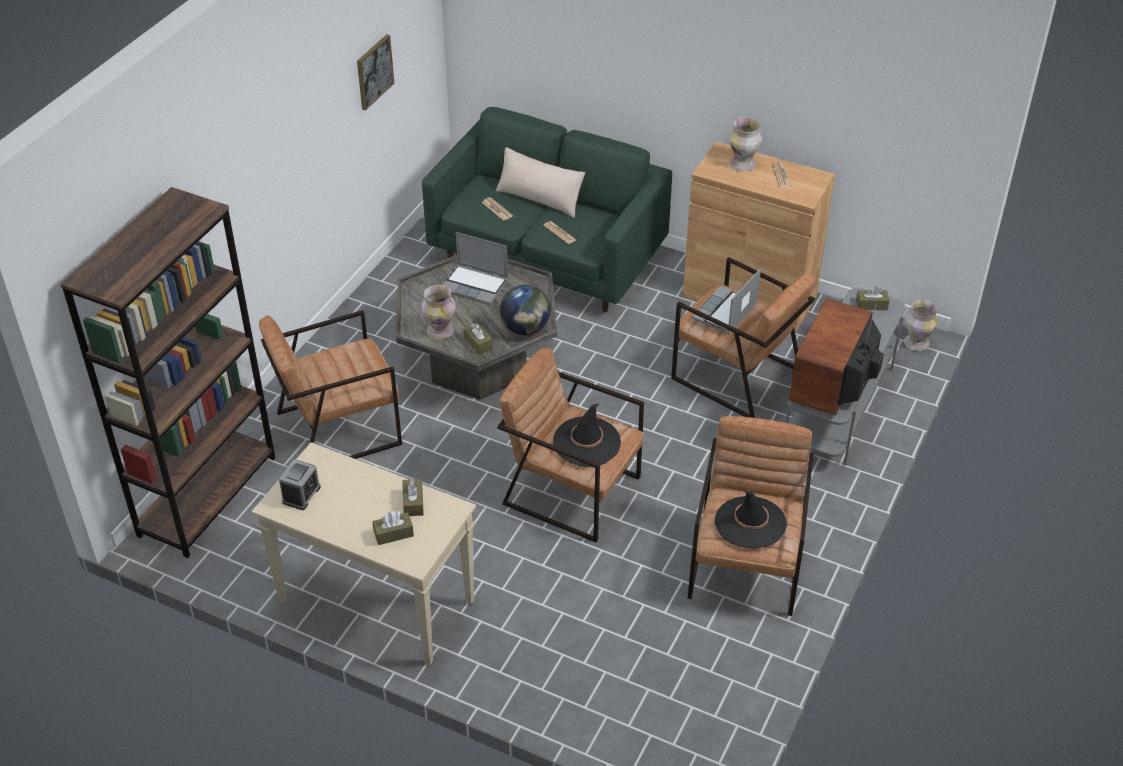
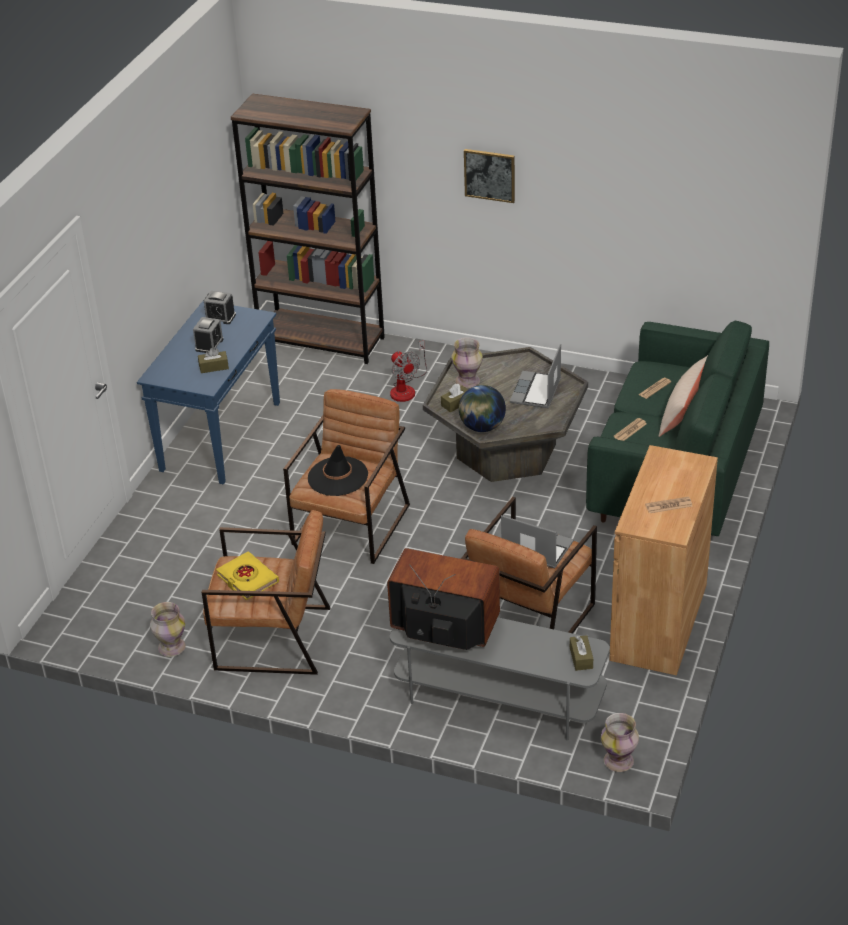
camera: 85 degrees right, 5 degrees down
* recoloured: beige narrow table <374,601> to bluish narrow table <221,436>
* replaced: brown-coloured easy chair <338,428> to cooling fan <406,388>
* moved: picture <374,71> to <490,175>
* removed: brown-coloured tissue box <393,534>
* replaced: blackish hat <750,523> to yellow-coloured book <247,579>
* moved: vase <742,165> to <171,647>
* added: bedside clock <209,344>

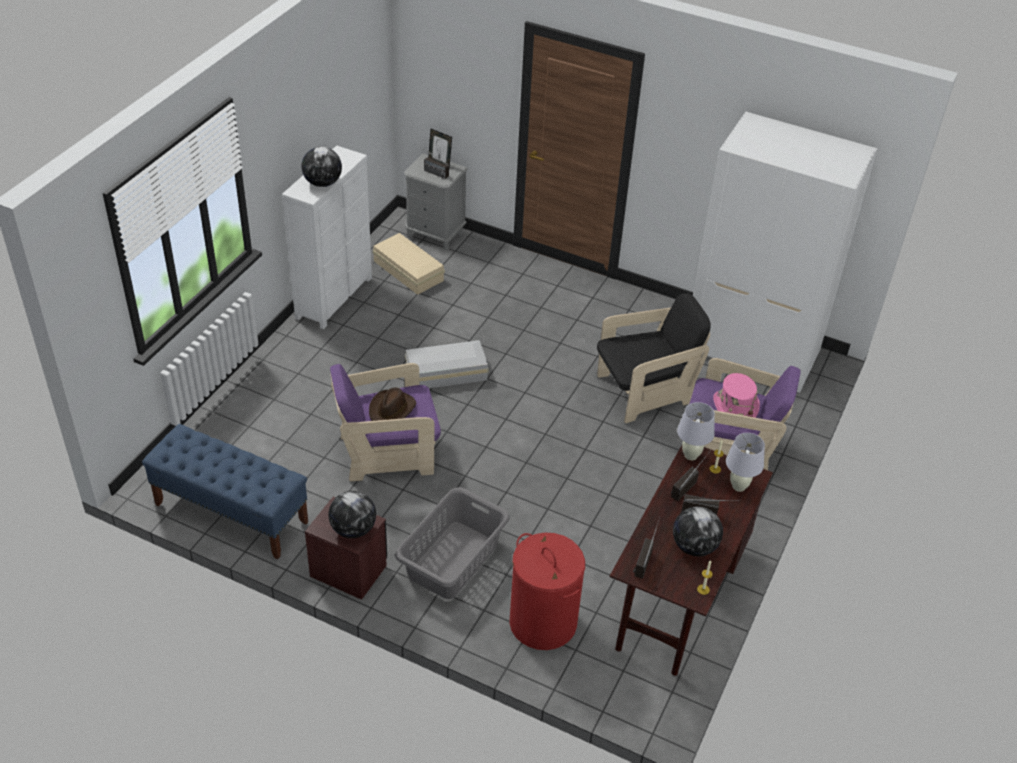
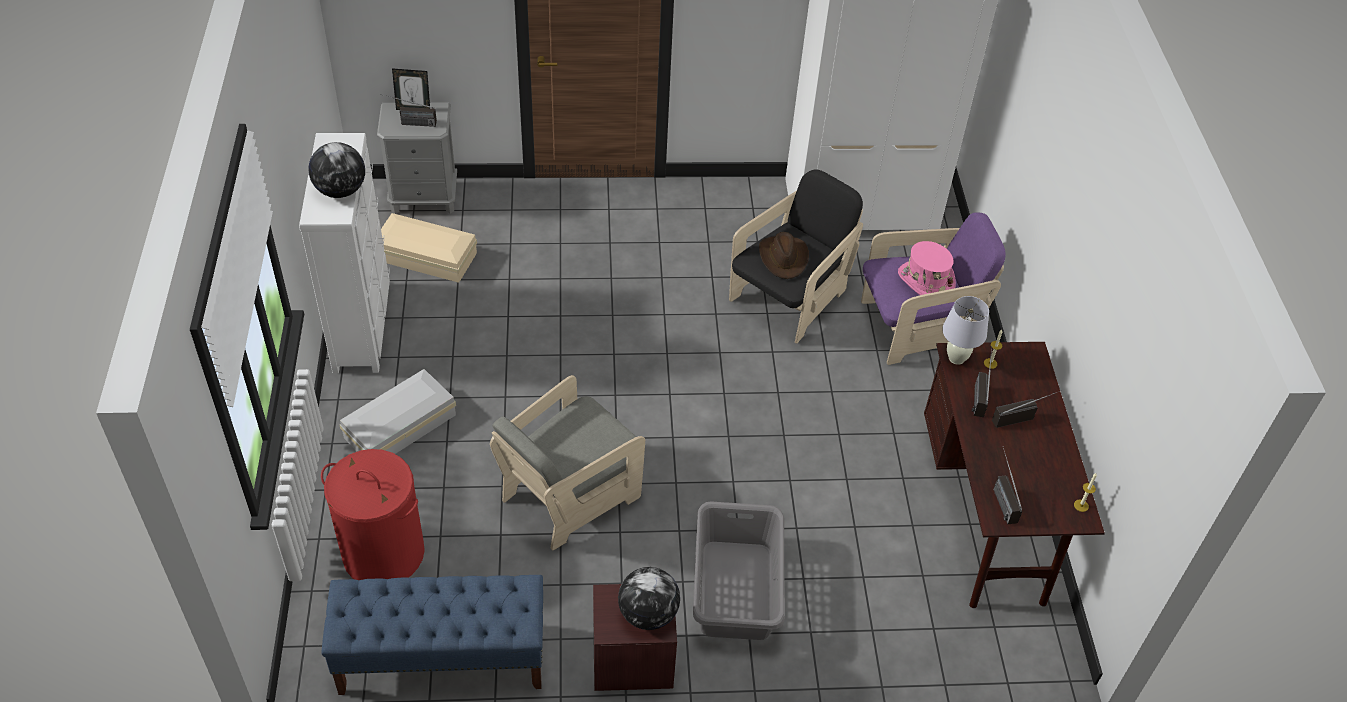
camera: 30 degrees left, 5 degrees up
* recoloured: purple easy chair <387,453> to greyish easy chair <570,495>
* moved: brown-coloured hat <392,409> to <783,258>
* moved: whitish storage bin <445,372> to <398,426>
* moved: red-coloured washing basket <542,622> to <383,553>
* removed: world globe <694,546>
* removed: whitish tabletop lamp <738,486>

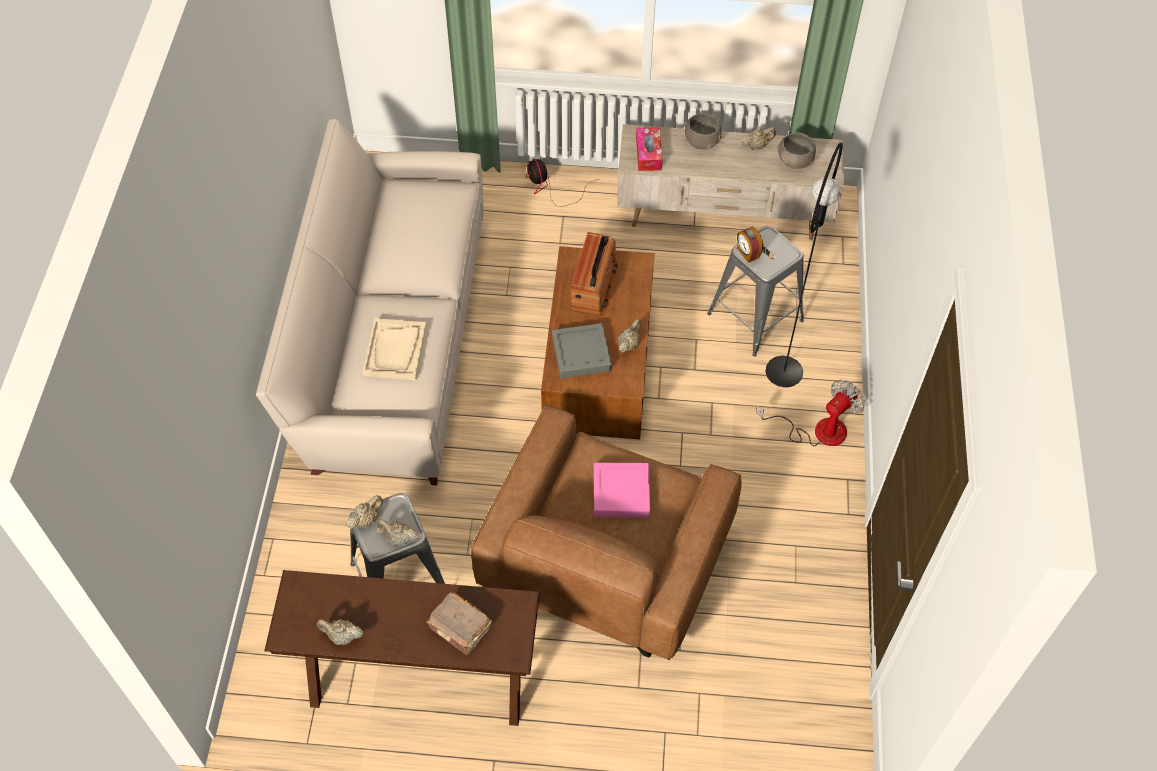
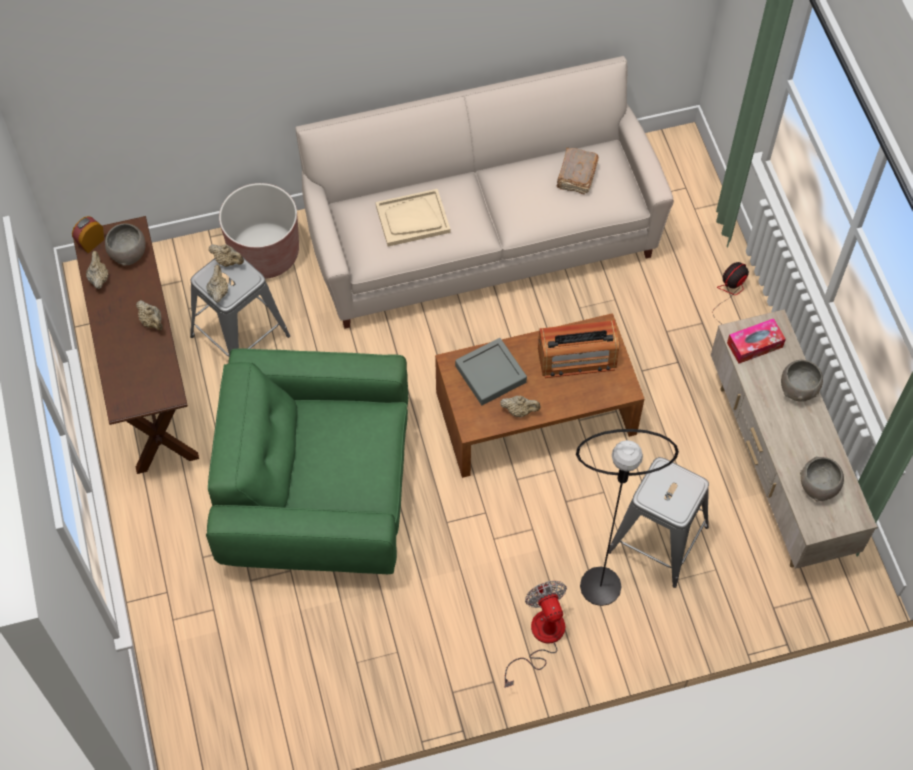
camera: 70 degrees right, 5 degrees up
* moved: brown-coloured book <460,628> to <576,176>
* recoloured: brown-coloured easy chair <605,563> to green-coloured easy chair <316,491>
* removed: pink-coloured tray <621,493>
* moved: bedside clock <747,253> to <90,242>
* moved: beige pot for tea <756,146> to <152,322>
* turned: cooling fan <818,430> = <540,638> 135 degrees counterclockwise
* added: greyish deep dish <127,253>
* added: brown-coloured plant pot <265,253>

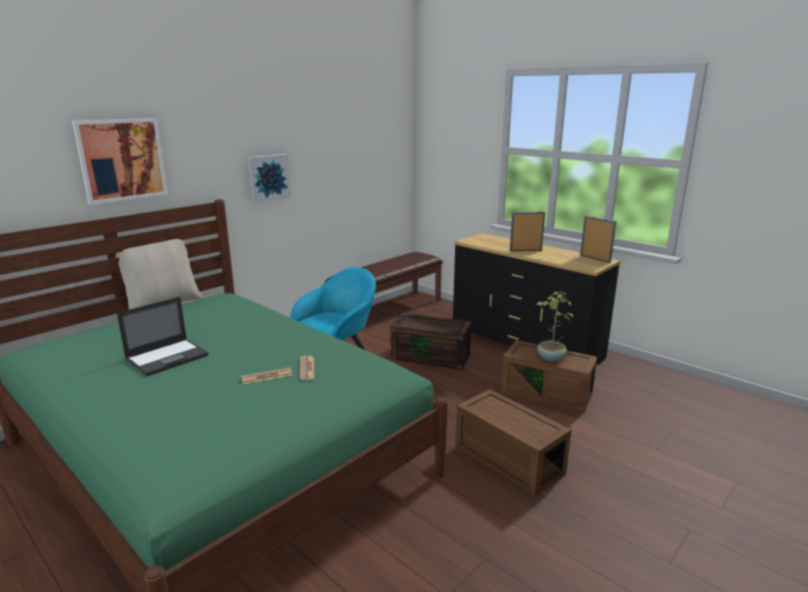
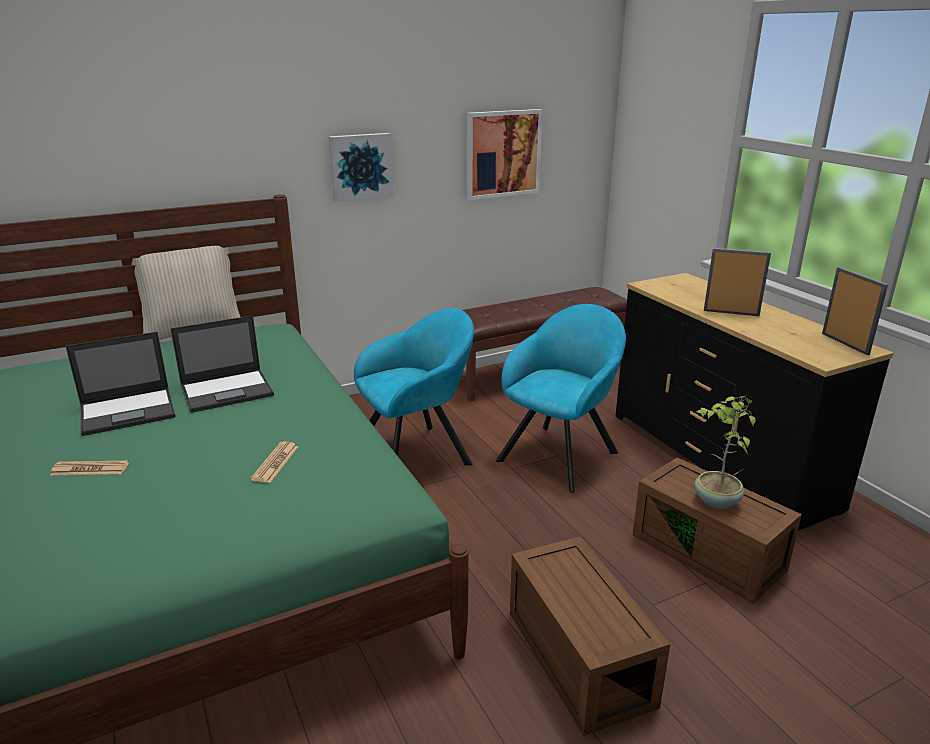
camera: 20 degrees right, 5 degrees up
* moved: picture <122,160> to <502,154>
* moved: newspaper <267,376> to <90,469>
* replaced: brown-coloured storage bin <432,356> to blue-green easy chair <561,453>
* added: portable computer <228,390>

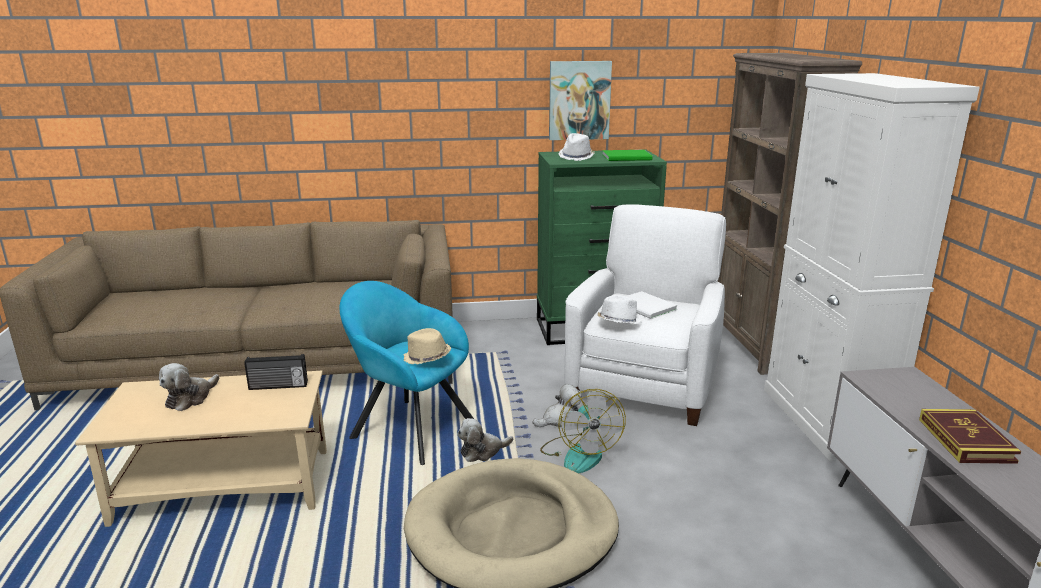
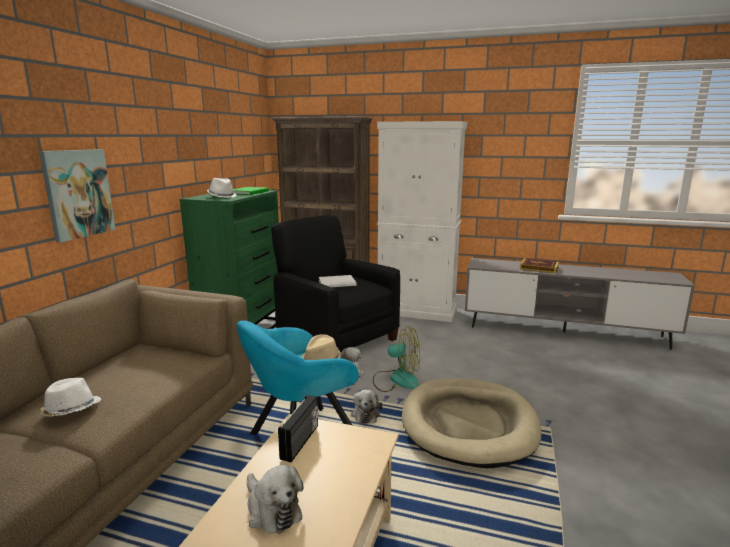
camera: 65 degrees left, 5 degrees down
* moved: picture <579,100> to <78,193>
* recoloured: whitish easy chair <644,384> to blackish easy chair <336,339>
* moved: whitish hat <618,322> to <71,411>

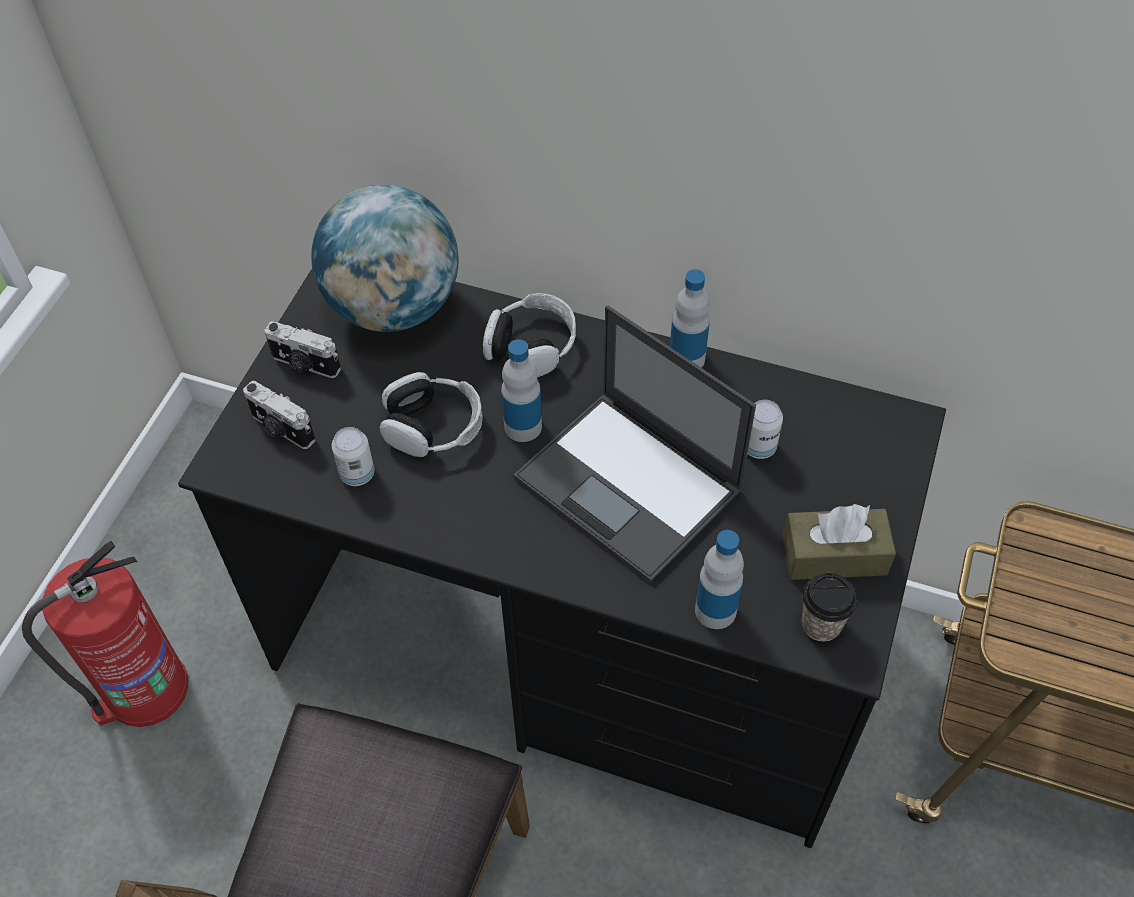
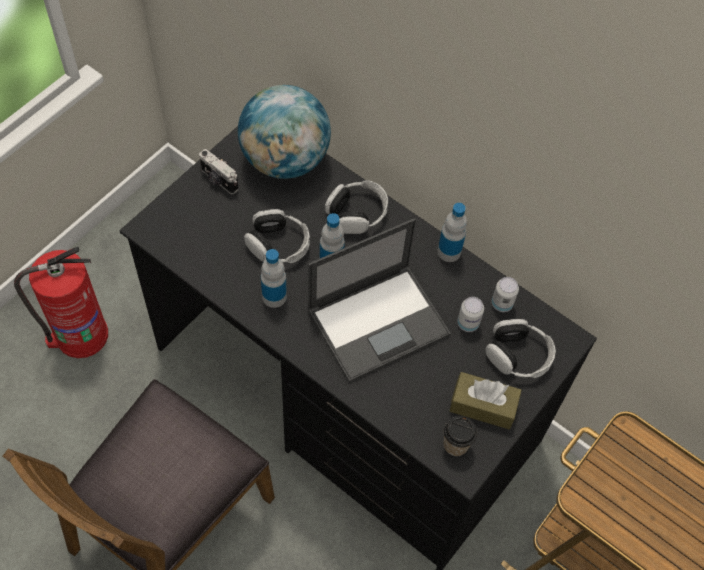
camera: 15 degrees right, 5 degrees up
* removed: photo camera <281,429>
* moved: sealed can <357,474> to <502,304>
* turned: portable computer <630,486> = <379,321> 90 degrees counterclockwise
* moved: bottle <715,610> to <274,296>
* added: pair of headphones <518,355>

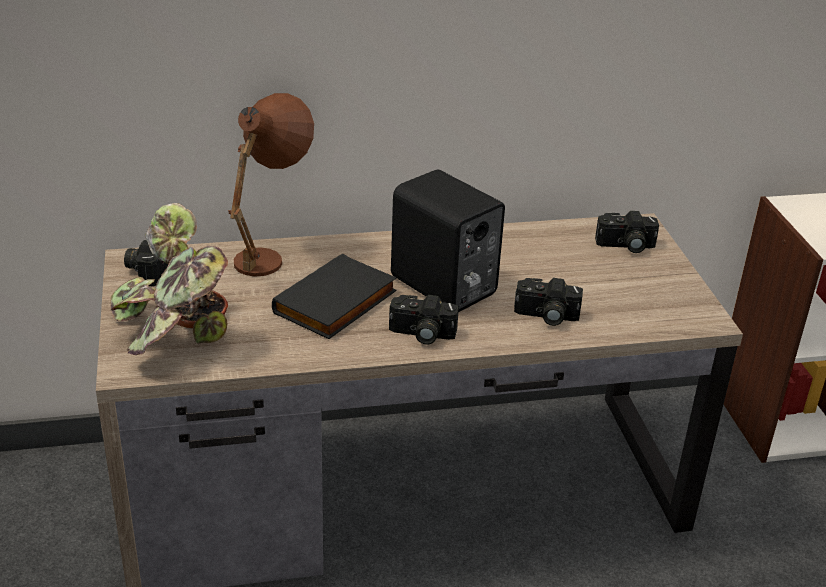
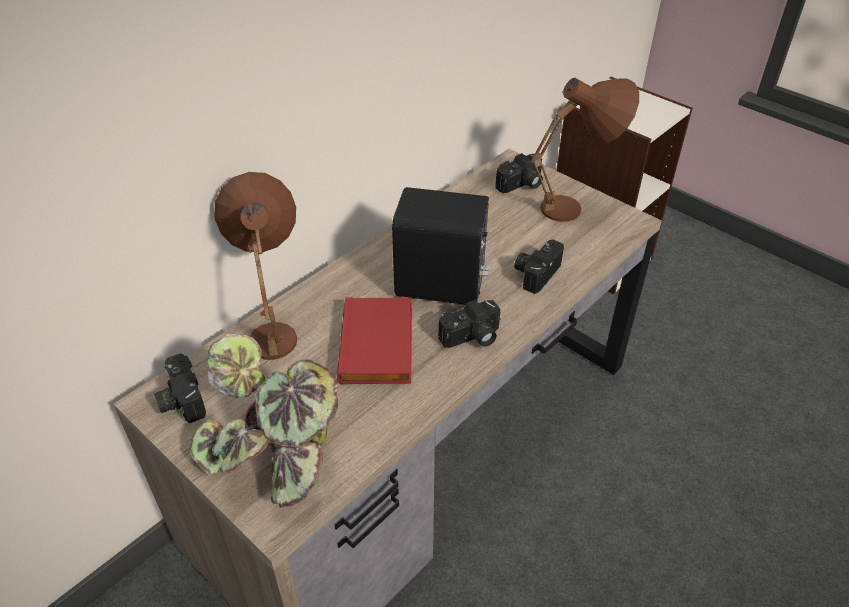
camera: 35 degrees left, 10 degrees up
* recoloured: blackish book <337,303> to red-coloured book <379,345>
* turned: photo camera <546,316> = <536,272> 150 degrees clockwise
* added: brown-coloured tabletop lamp <576,208>

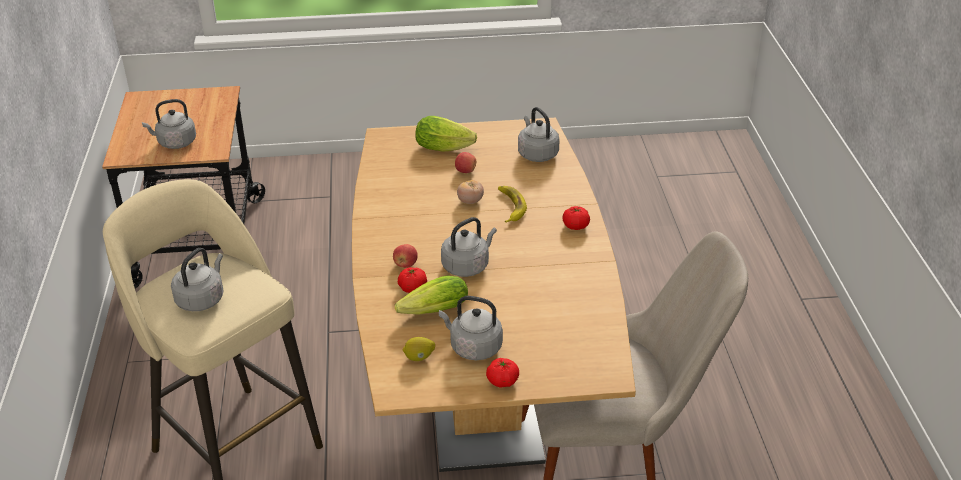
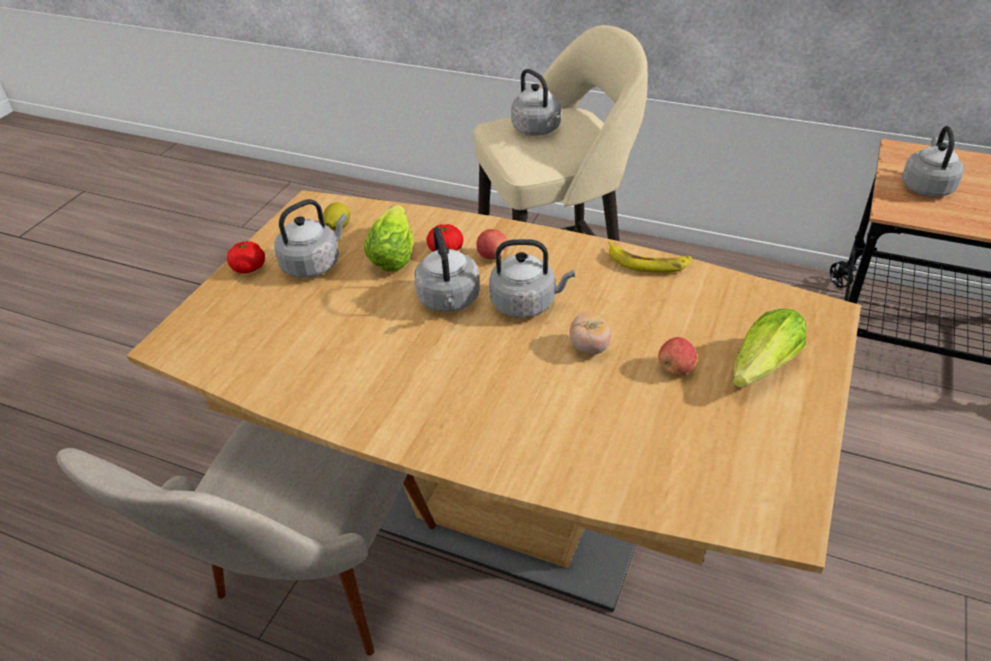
camera: 120 degrees right, 5 degrees up
* moved: banana fruit <510,206> to <648,262>
* moved: greyish tea kettle <537,153> to <527,304>
* removed: fresh tomato <575,226>

